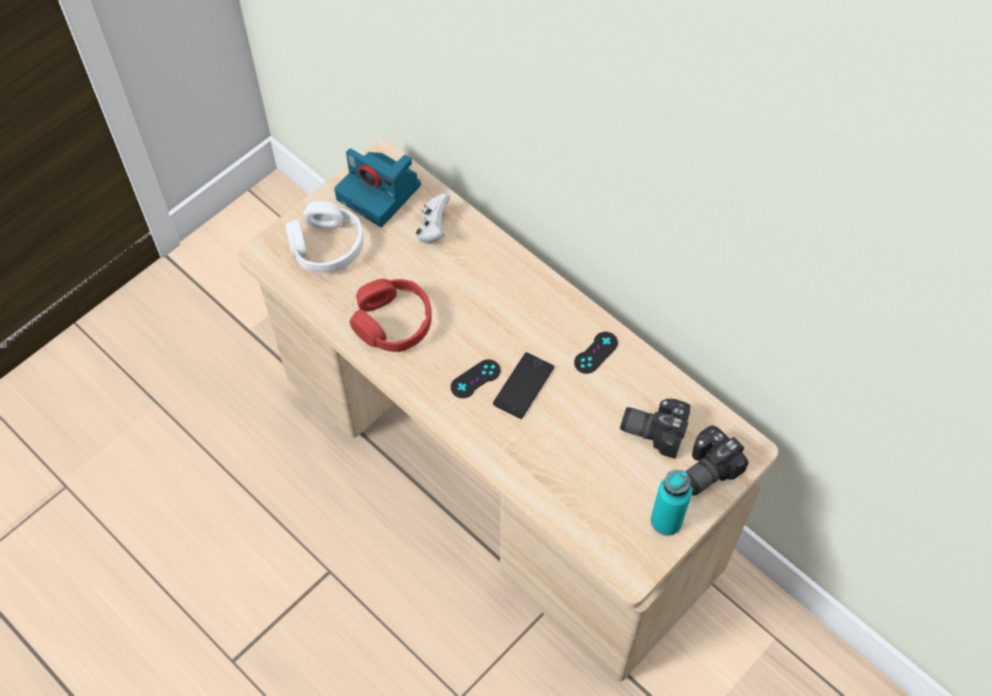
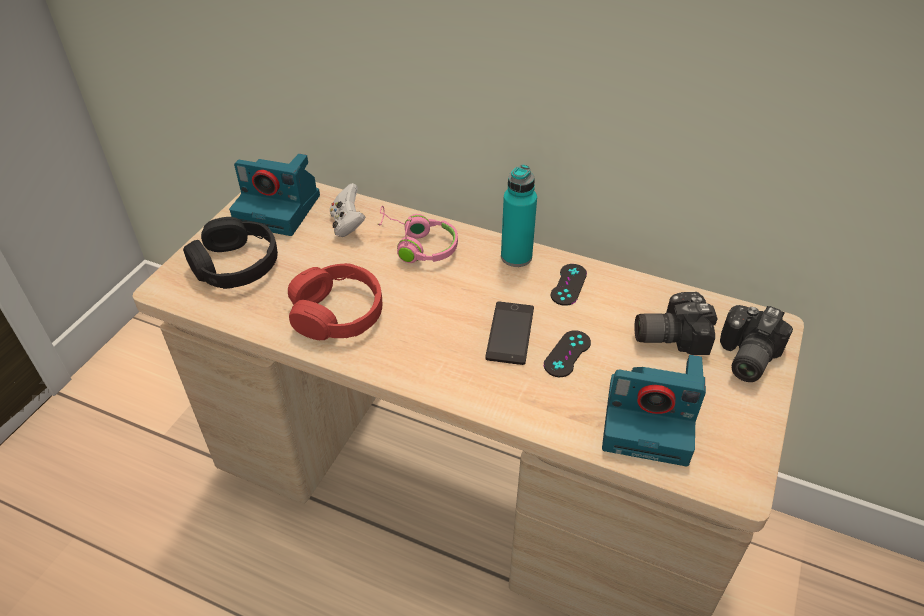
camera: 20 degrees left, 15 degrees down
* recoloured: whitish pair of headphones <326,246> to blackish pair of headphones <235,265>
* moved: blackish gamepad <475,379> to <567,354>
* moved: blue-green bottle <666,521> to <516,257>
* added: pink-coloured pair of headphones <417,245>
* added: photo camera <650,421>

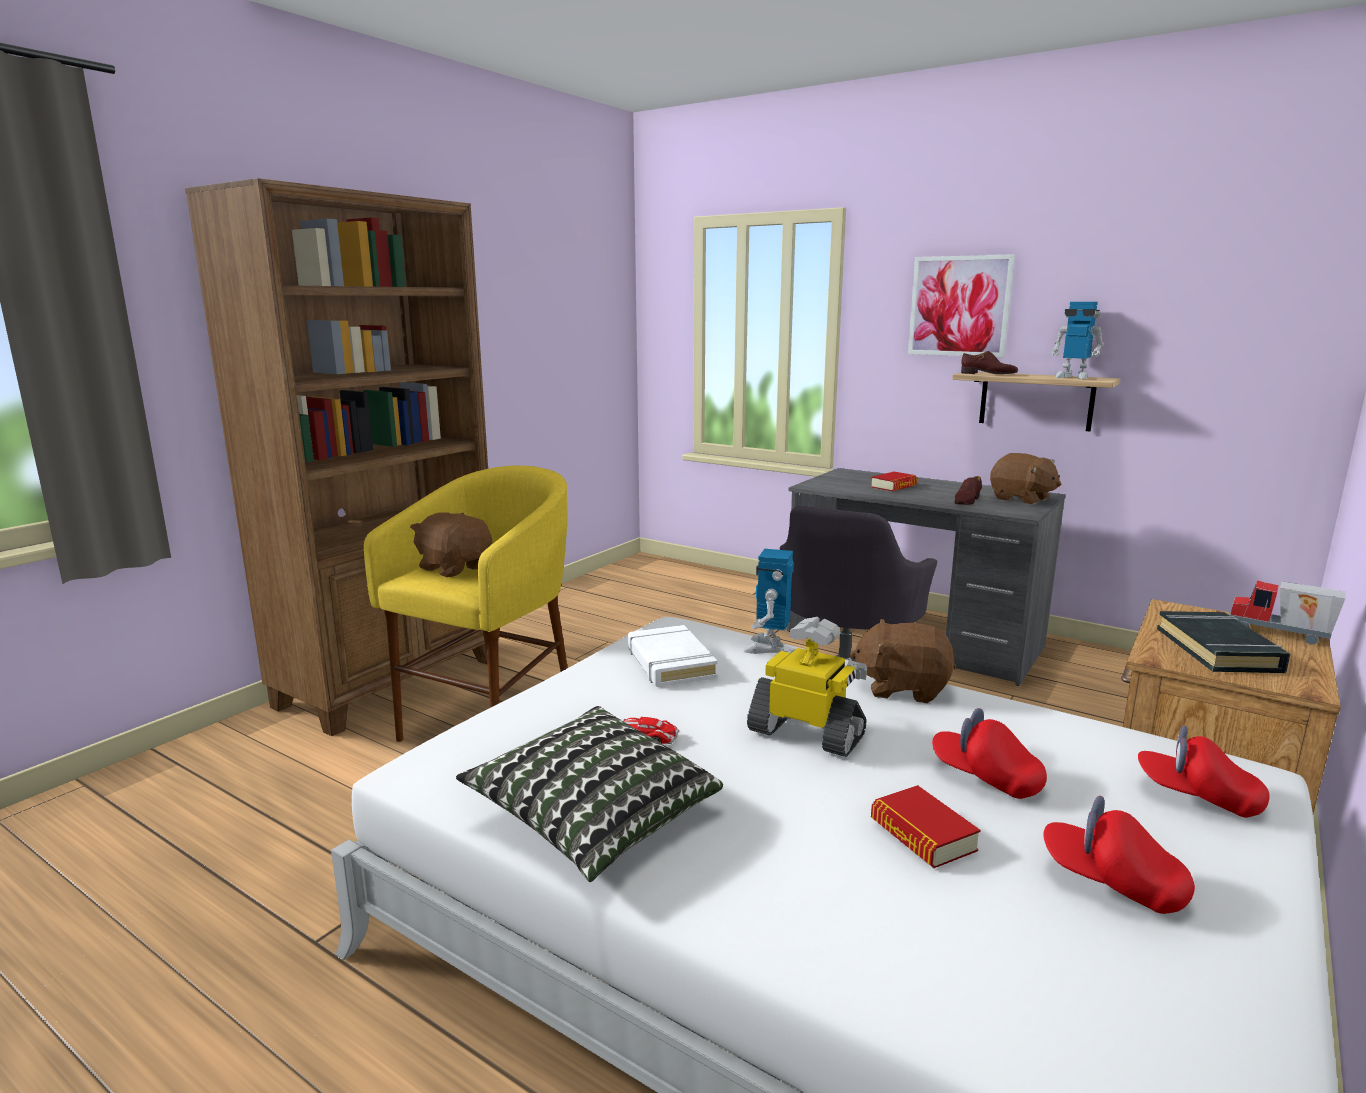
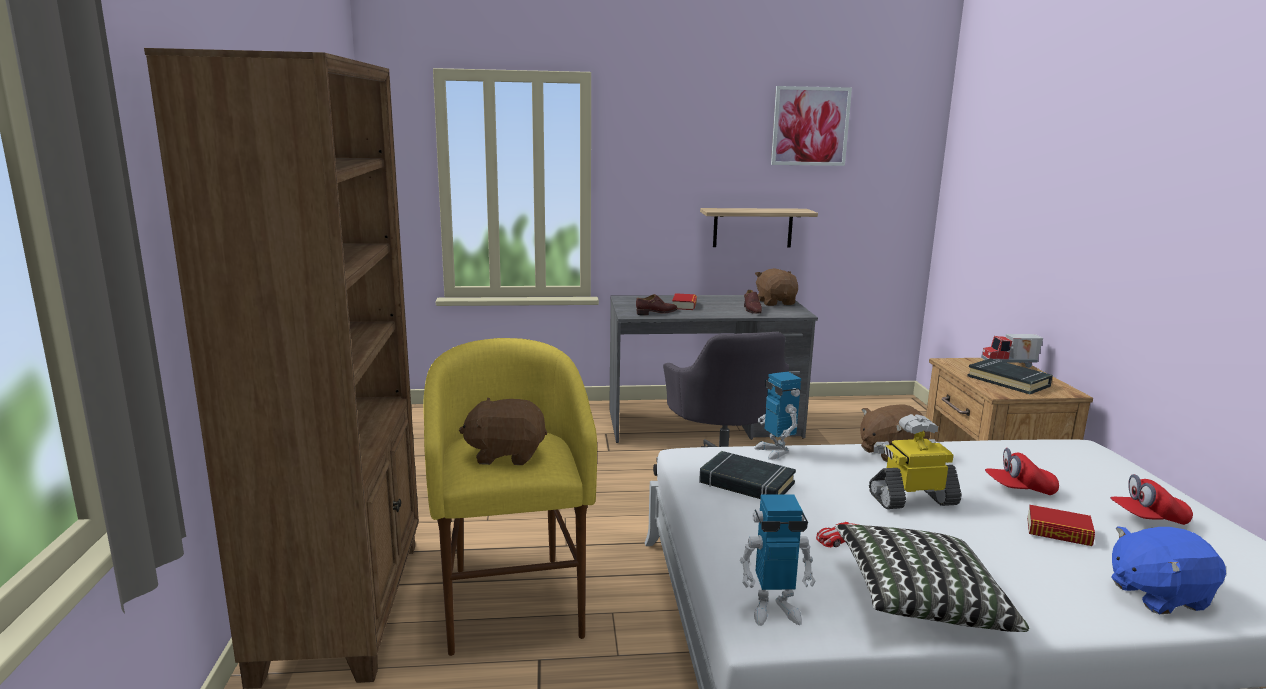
camera: 40 degrees left, 0 degrees up
* recoloured: whitish book <670,663> to blackish book <746,483>
* moved: picture <959,306> to <810,126>
* moved: brown-coloured item of footwear <988,374> to <657,312>
* turned: brown-coloured plush toy <1021,499> = <776,302> 105 degrees counterclockwise
* moved: toy robot <1073,377> to <774,610>
* removed: red-coloured baseball cap <1197,797>
* added: bluish plush toy <1157,595>

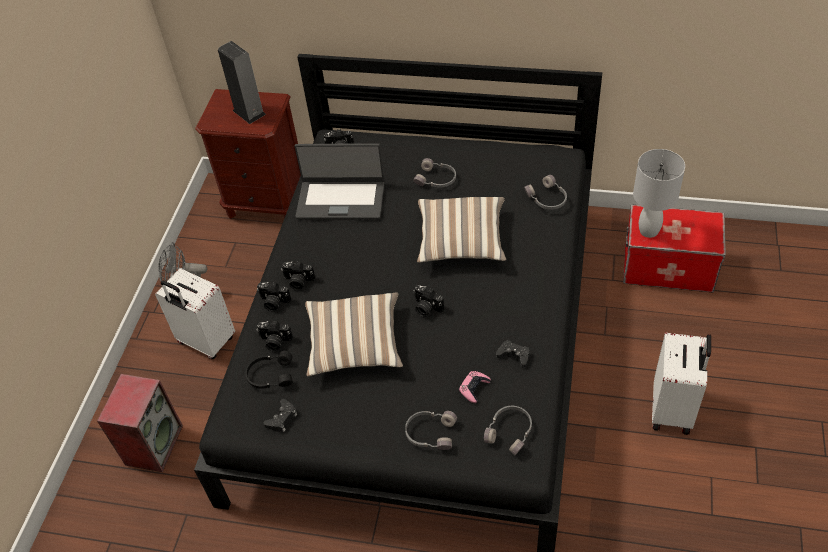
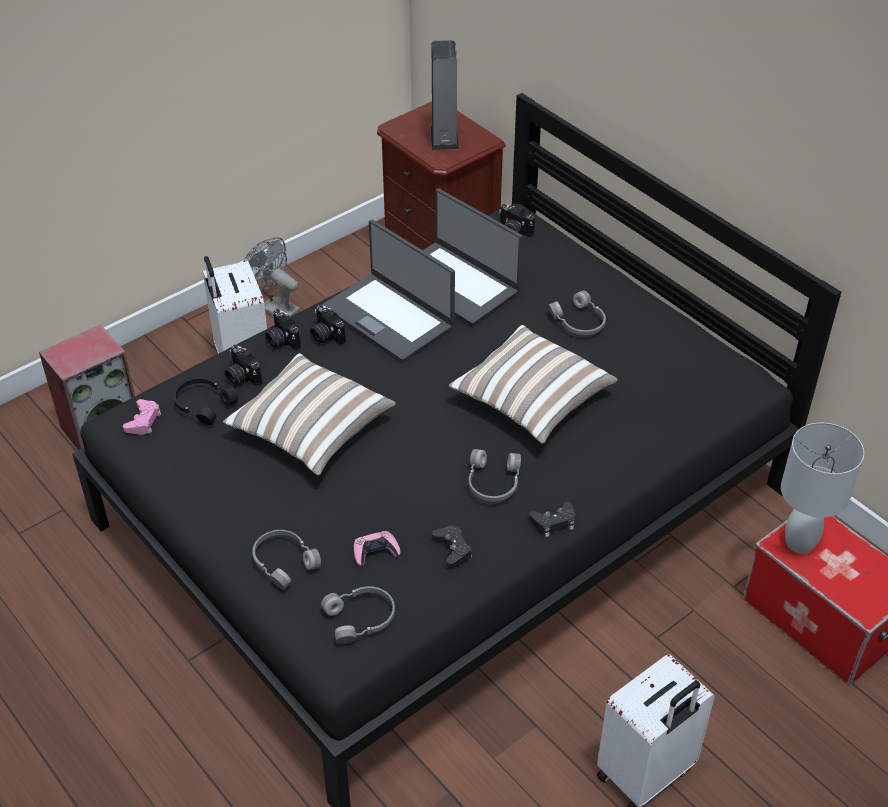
camera: 35 degrees right, 5 degrees down
* moved: blackish gamepad <282,418> to <554,522>
* removed: photo camera <426,308>
* moved: greyish pair of headphones <547,199> to <492,482>
* added: pink-coloured gamepad <143,421>
* added: portable computer <389,316>

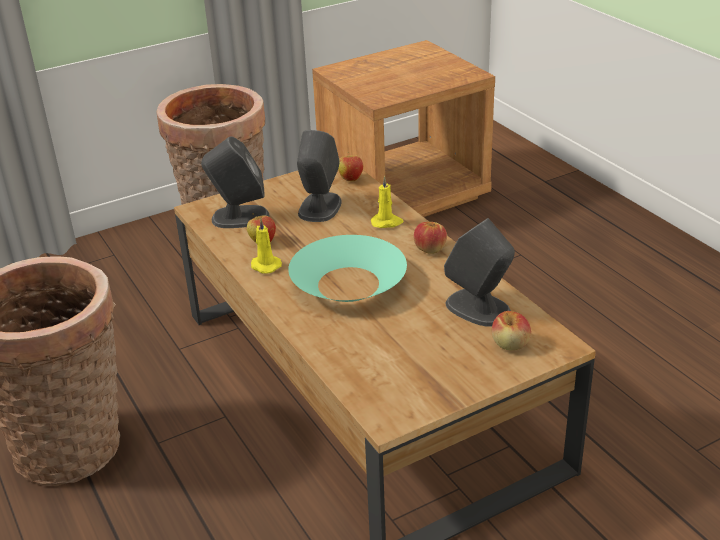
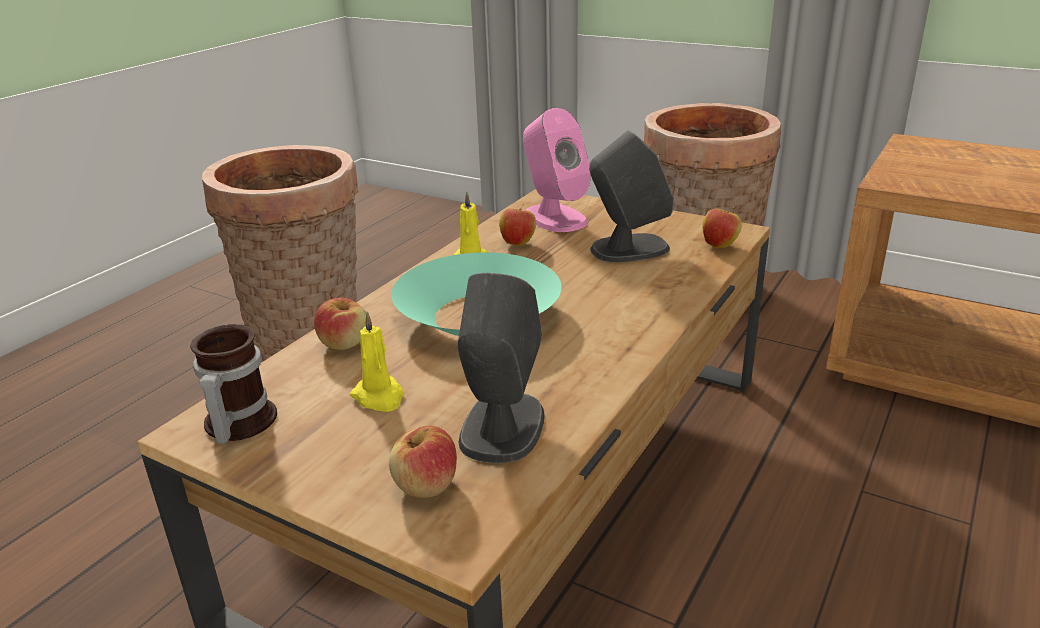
camera: 60 degrees right, 5 degrees down
* recoloured: greyish loudspeaker <239,217> to pink-coloured loudspeaker <554,218>
* moved: yellow-coloured wax light <387,222> to <379,397>
* moved: apple fruit <430,249> to <344,343>
* added: coffee mug <235,424>

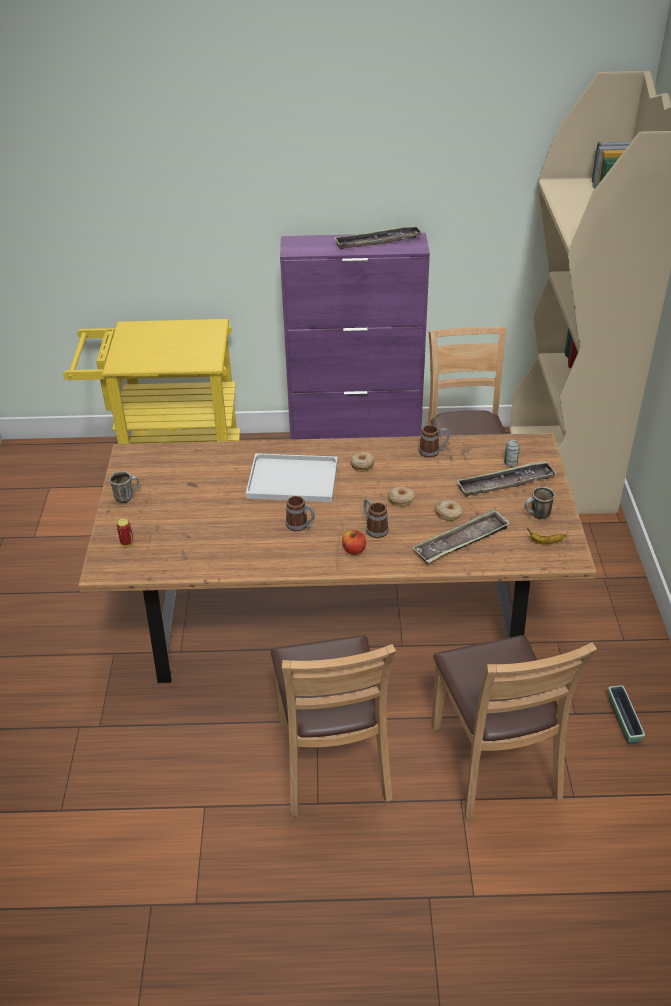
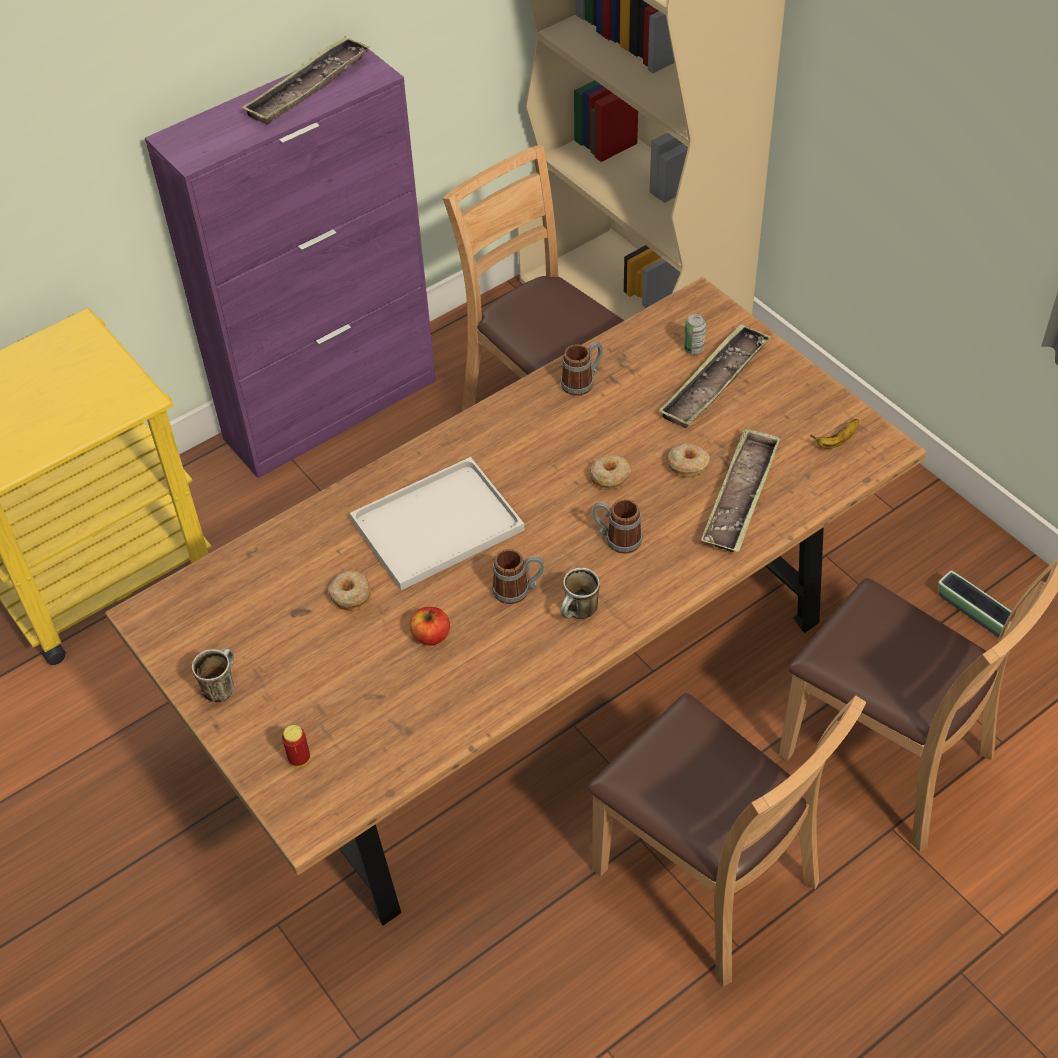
camera: 35 degrees left, 10 degrees up
* moved: apple fruit <353,550> to <431,636>
* moved: doughnut <362,465> to <350,595>
* moved: coffee mug <537,515> to <579,614>

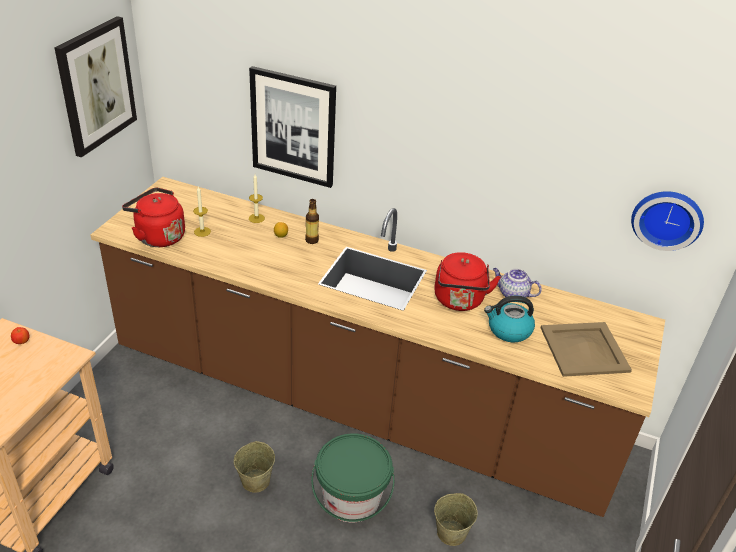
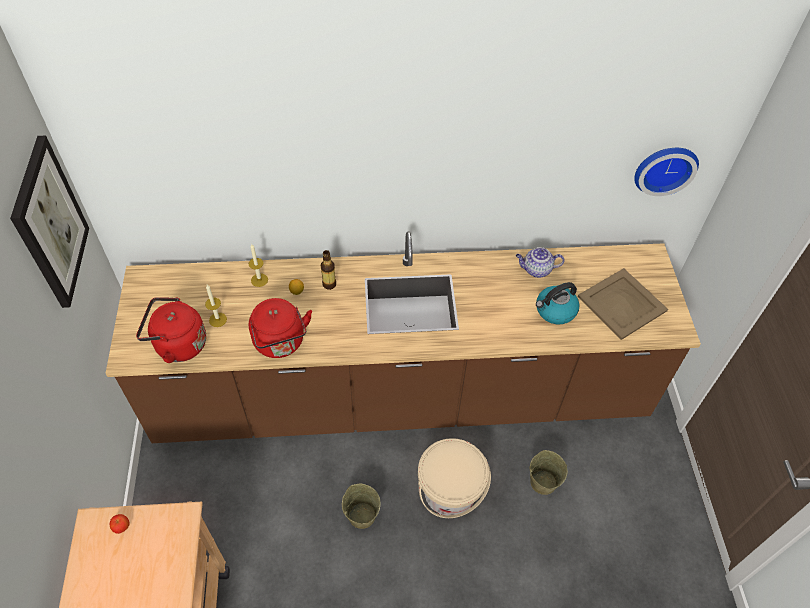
camera: 25 degrees left, 15 degrees up
* removed: picture <293,127>
* recoloured: green-coloured water bucket <351,498> to beige water bucket <450,492>
* moved: red-coloured tea kettle <459,301> to <281,343>

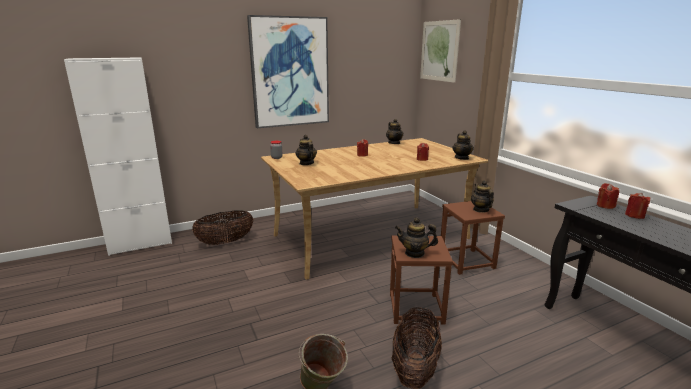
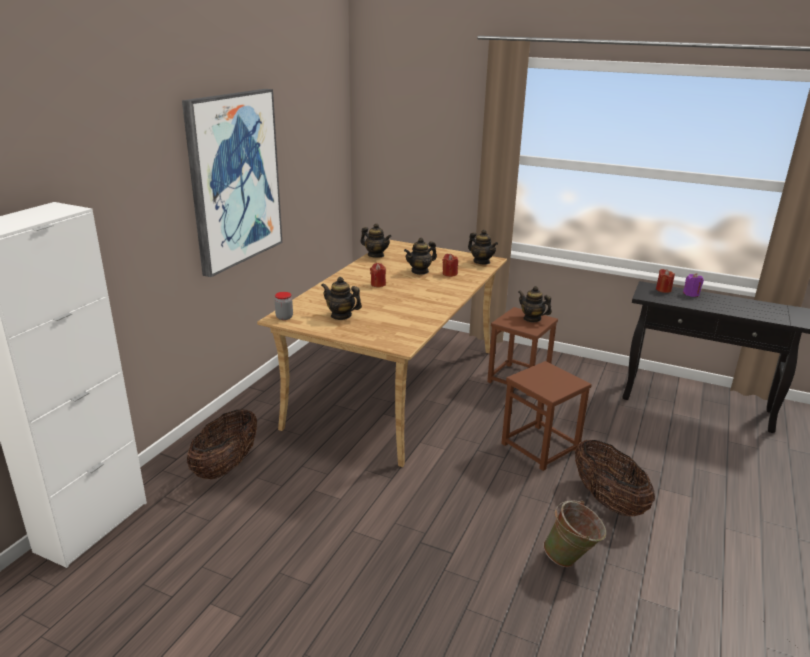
camera: 40 degrees left, 5 degrees up
* moved: pot for tea <415,253> to <420,271>
* removed: picture <439,51>
* recoloured: red-coloured wax light <634,215> to purple wax light <691,294>

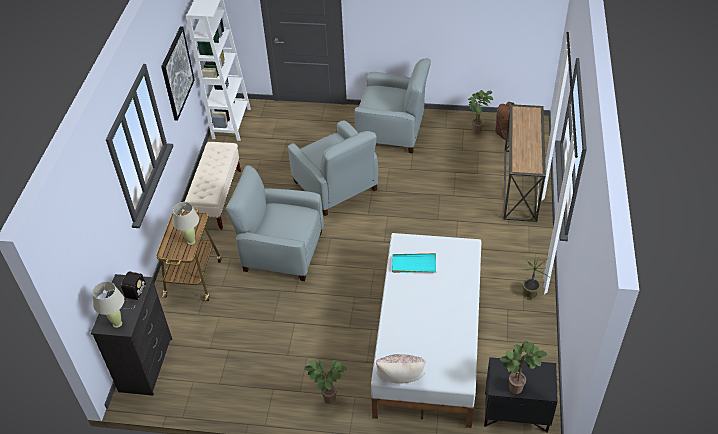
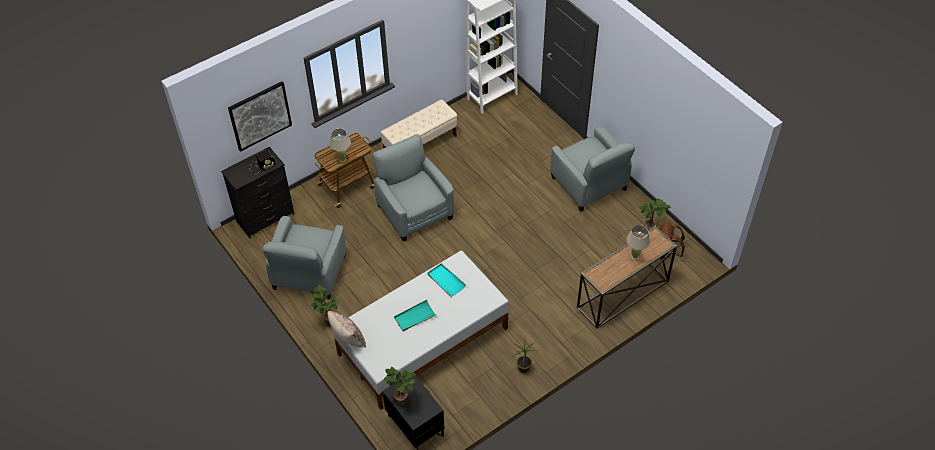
camera: 45 degrees right, 5 degrees up
* moved: beige tabletop lamp <117,323> to <635,256>
* moved: picture <177,73> to <260,115>
* moved: greyish easy chair <336,187> to <309,273>
* added: blue-green tray <415,317>

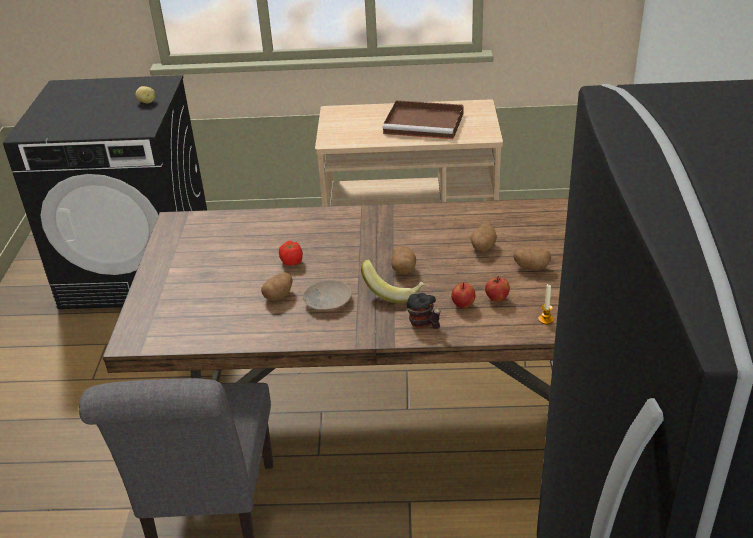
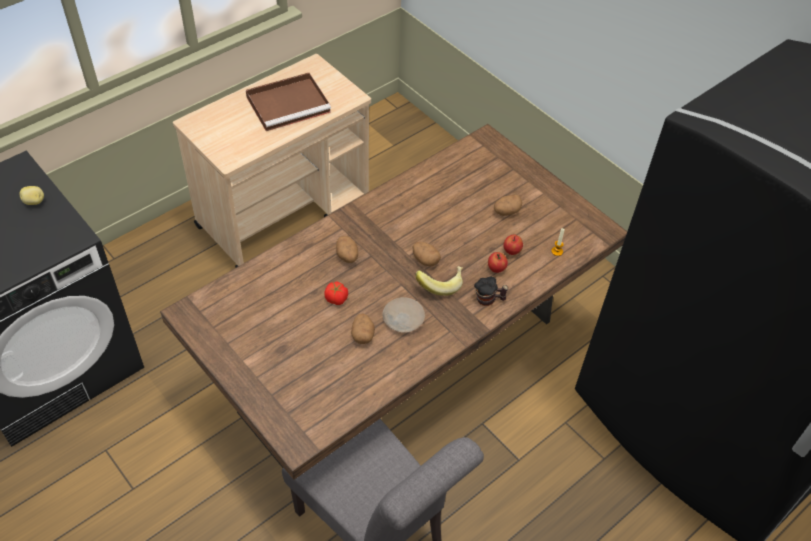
camera: 45 degrees left, 15 degrees up
* moved: potato <482,248> to <347,256>

